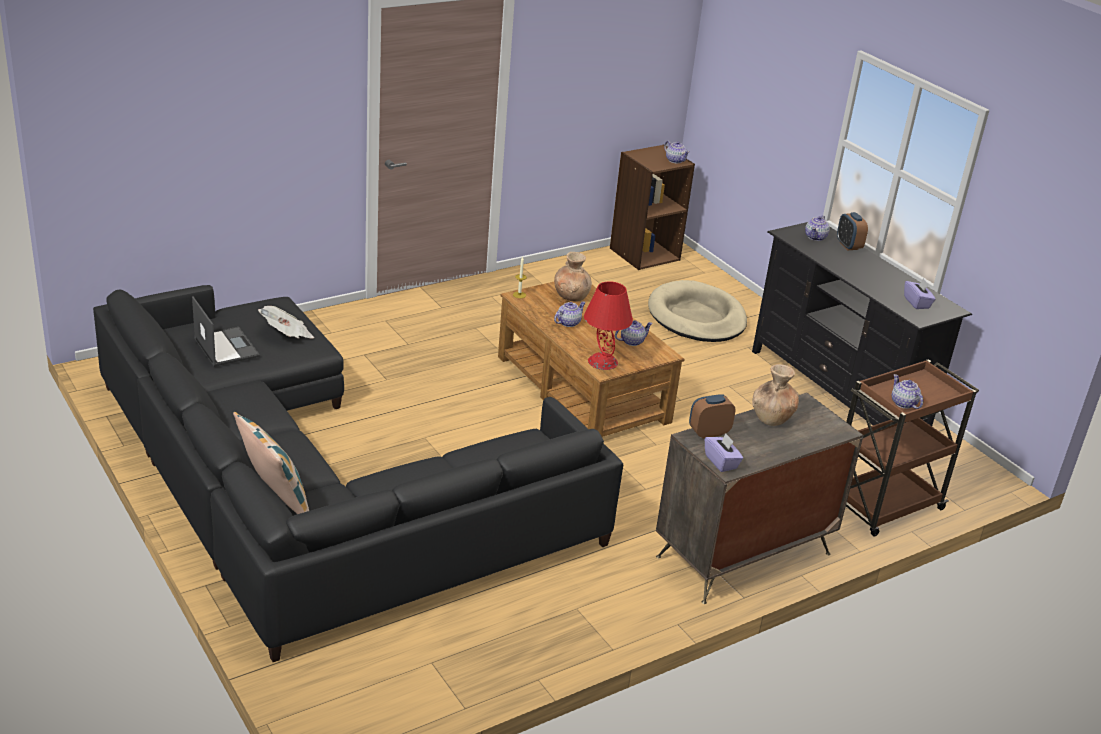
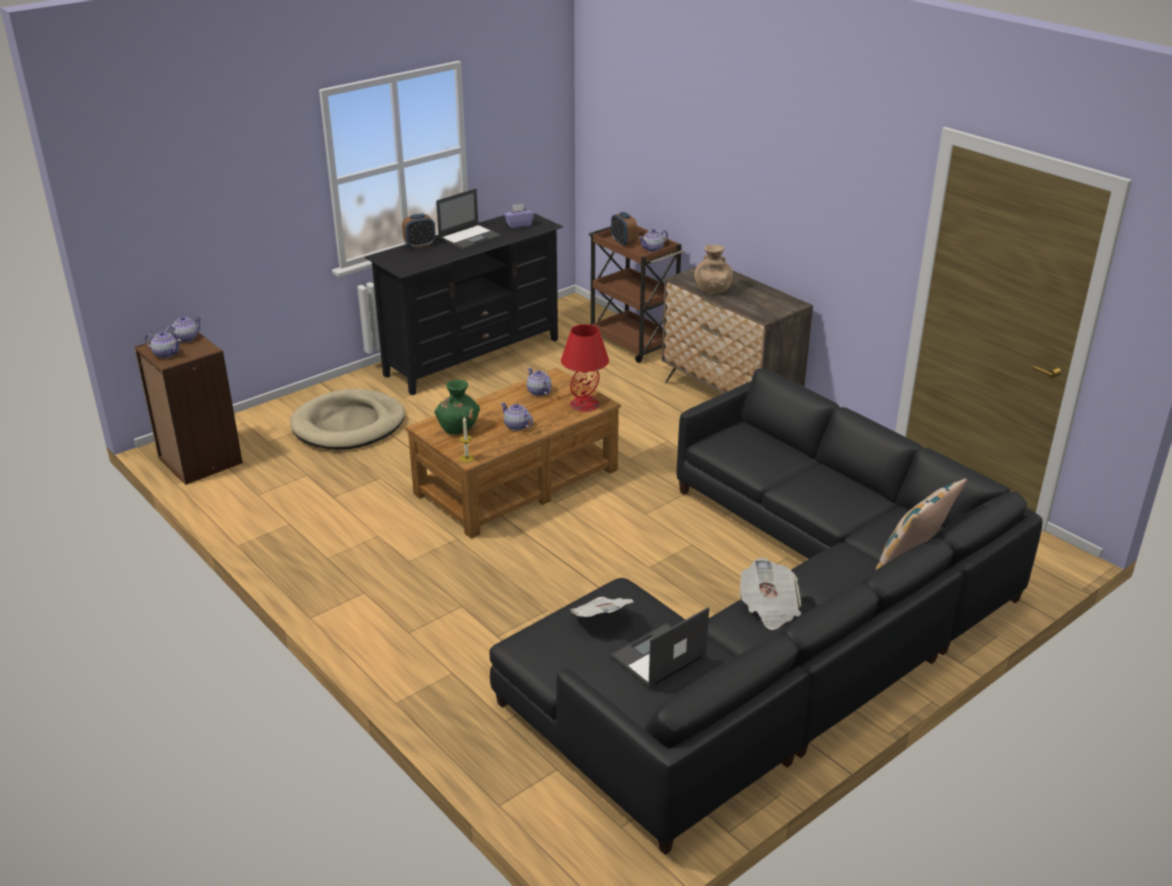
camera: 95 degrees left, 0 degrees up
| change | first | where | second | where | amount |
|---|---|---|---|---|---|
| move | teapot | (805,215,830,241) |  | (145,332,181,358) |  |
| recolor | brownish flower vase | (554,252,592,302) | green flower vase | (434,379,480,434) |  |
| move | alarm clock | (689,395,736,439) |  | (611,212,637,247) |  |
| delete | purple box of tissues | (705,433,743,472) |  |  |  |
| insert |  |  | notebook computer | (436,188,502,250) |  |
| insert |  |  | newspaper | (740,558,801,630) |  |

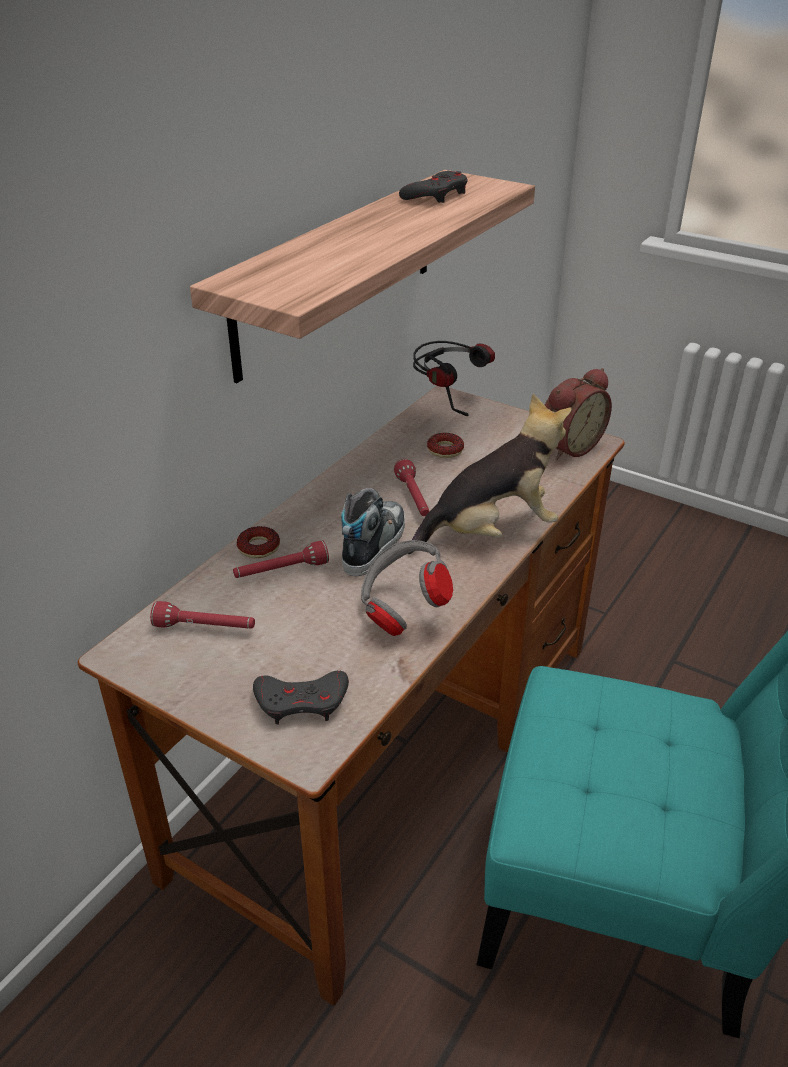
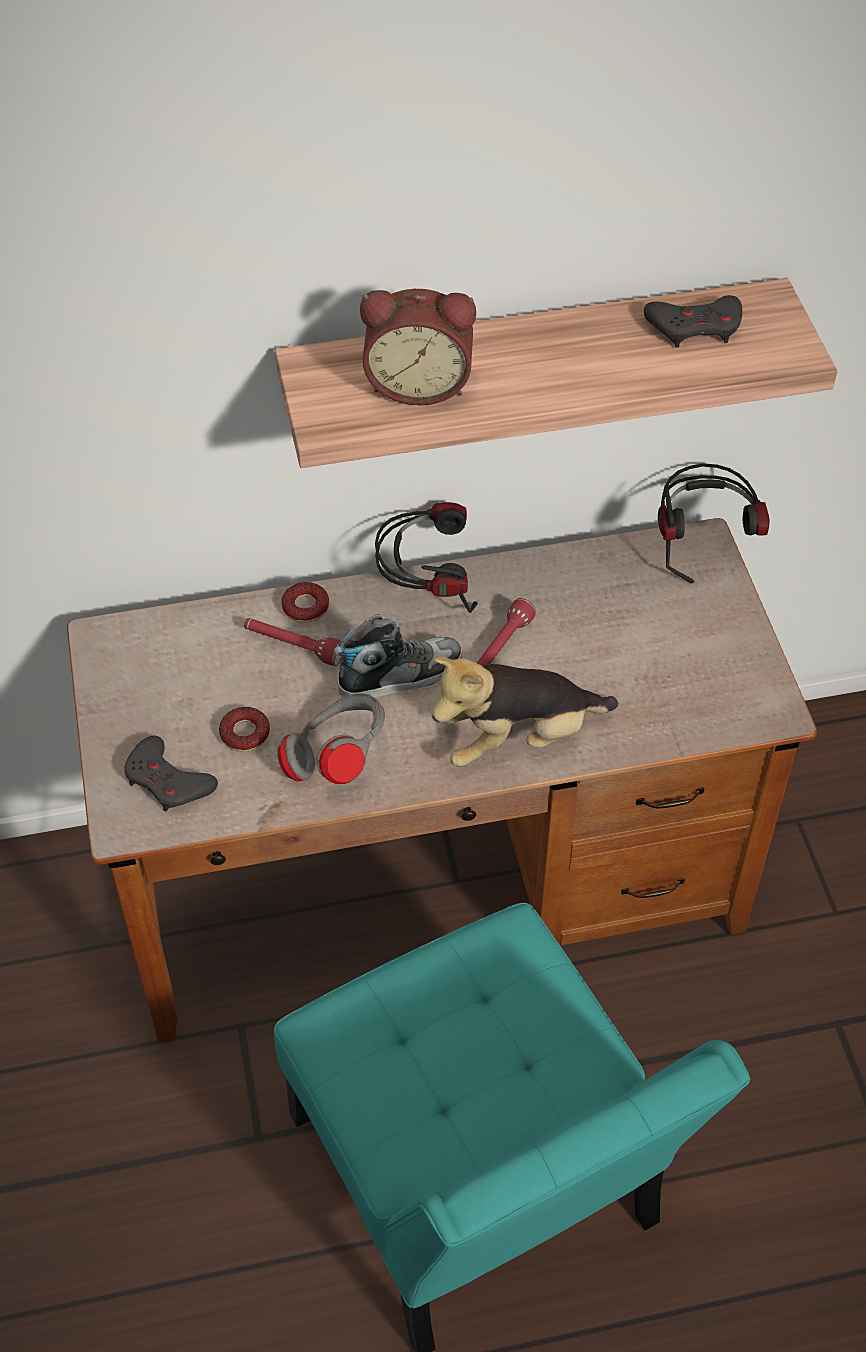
camera: 45 degrees right, 15 degrees up
| change | first | where | second | where | amount |
|---|---|---|---|---|---|
| move | alarm clock | (545,368,612,461) |  | (360,289,476,405) |  |
| rotate | plush toy | (408,394,572,554) |  | (432,656,618,767) | 135 degrees clockwise |
| move | donut | (427,433,464,458) |  | (219,707,270,752) |  |
| delete | red torch | (150,601,255,629) |  |  |  |
| insert |  |  | headphones | (375,502,478,613) |  |

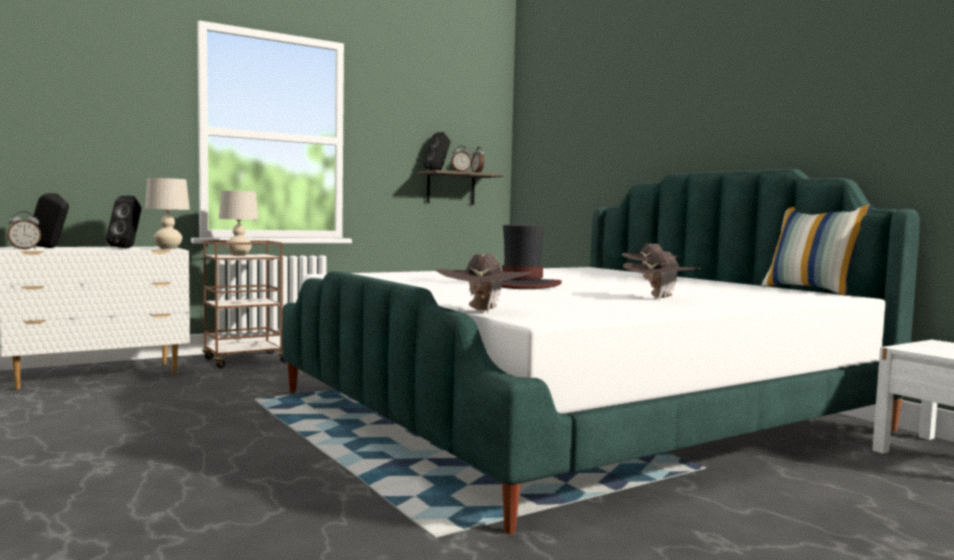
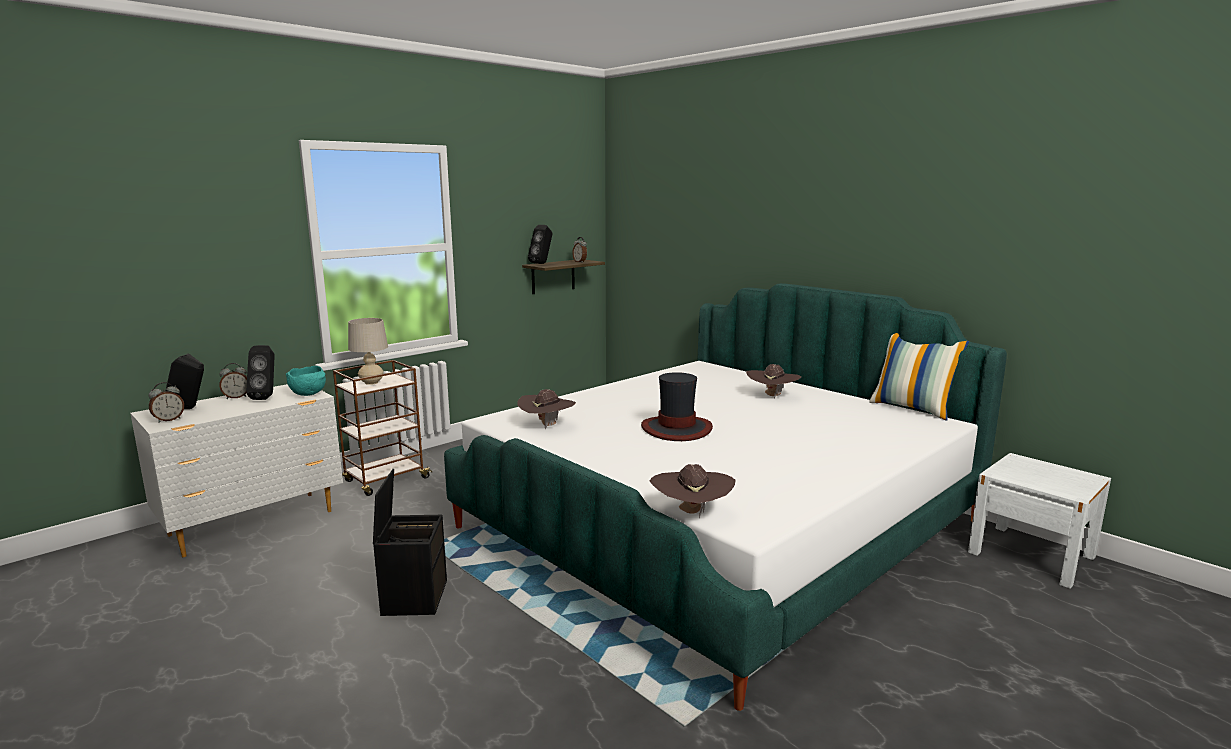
camera: 10 degrees left, 10 degrees up
| change | first | where | second | where | amount |
|---|---|---|---|---|---|
| move | alarm clock | (451,146,471,172) |  | (219,363,247,399) |  |
| replace | sand-coloured tabletop lamp | (145,178,190,249) | turquoise-coloured serving bowl | (286,366,326,396) |  |
| move | brownish wearable hat | (623,251,701,300) |  | (517,389,576,429) |  |
| insert |  |  | black storage container | (373,469,447,616) |  |

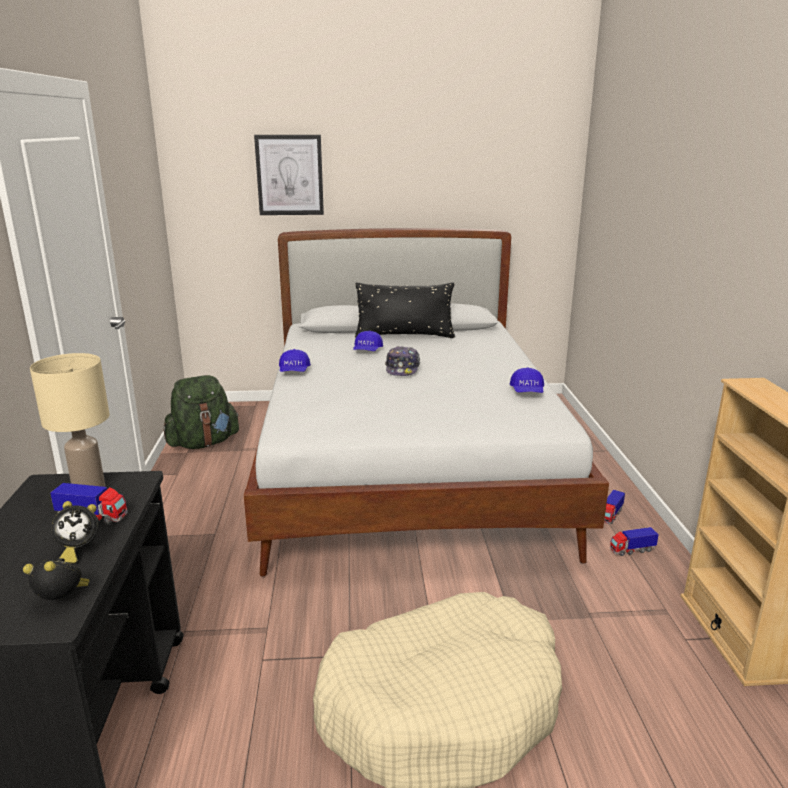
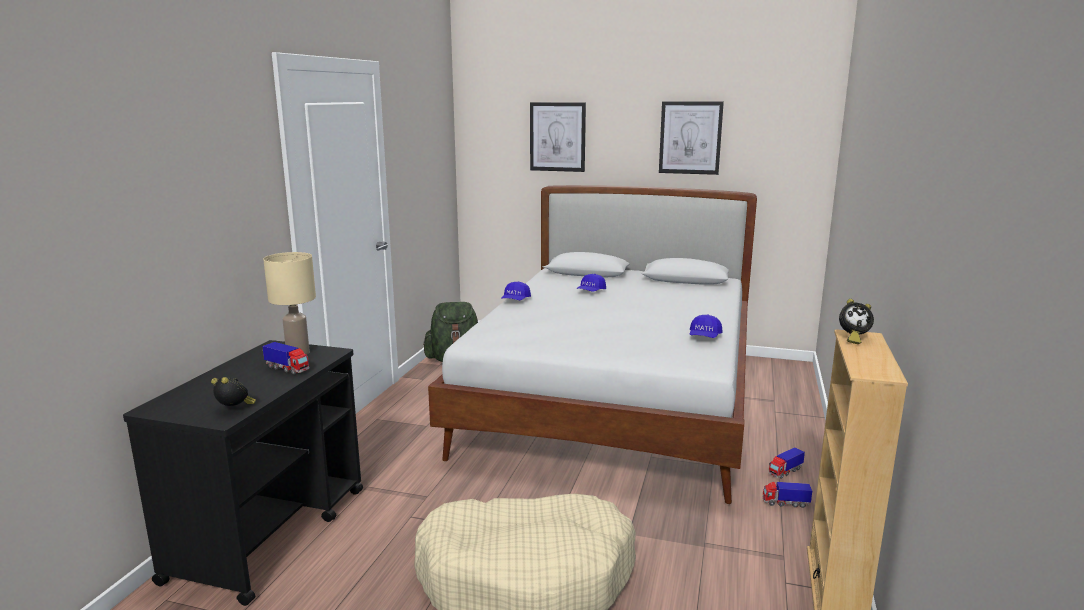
camera: 20 degrees right, 5 degrees down
| change | first | where | second | where | amount |
|---|---|---|---|---|---|
| delete | black throw pillow | (355,283,455,338) |  |  |  |
| delete | baseball cap | (385,346,420,376) |  |  |  |
| move | alarm clock | (51,501,99,564) |  | (839,299,874,344) |  |
| insert |  |  | picture | (659,101,724,175) |  |

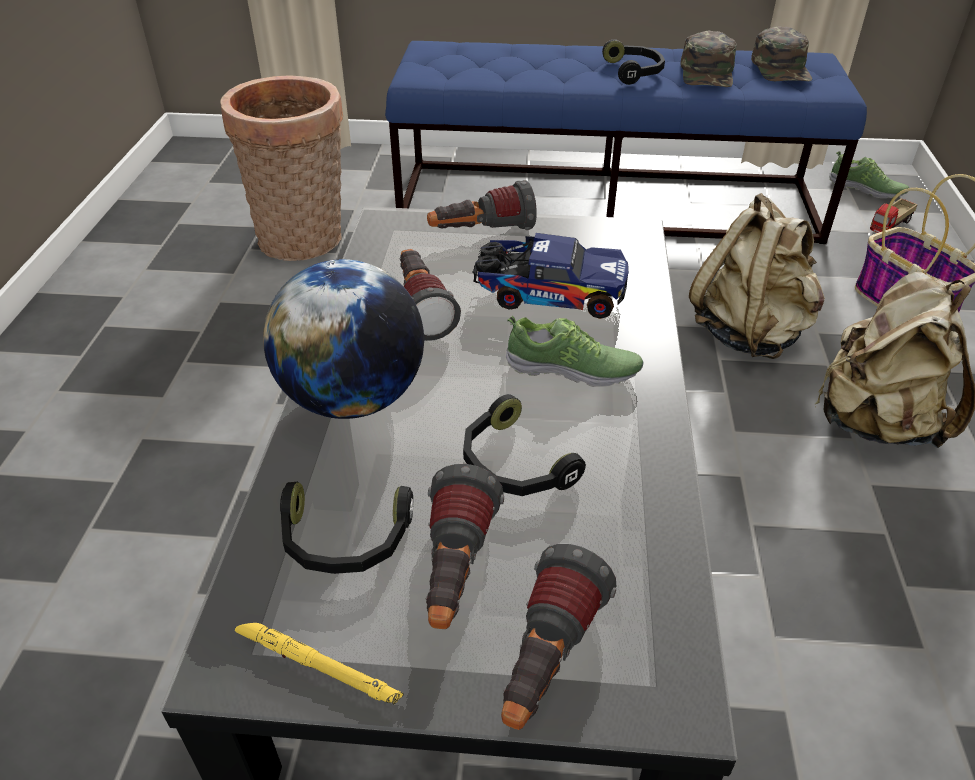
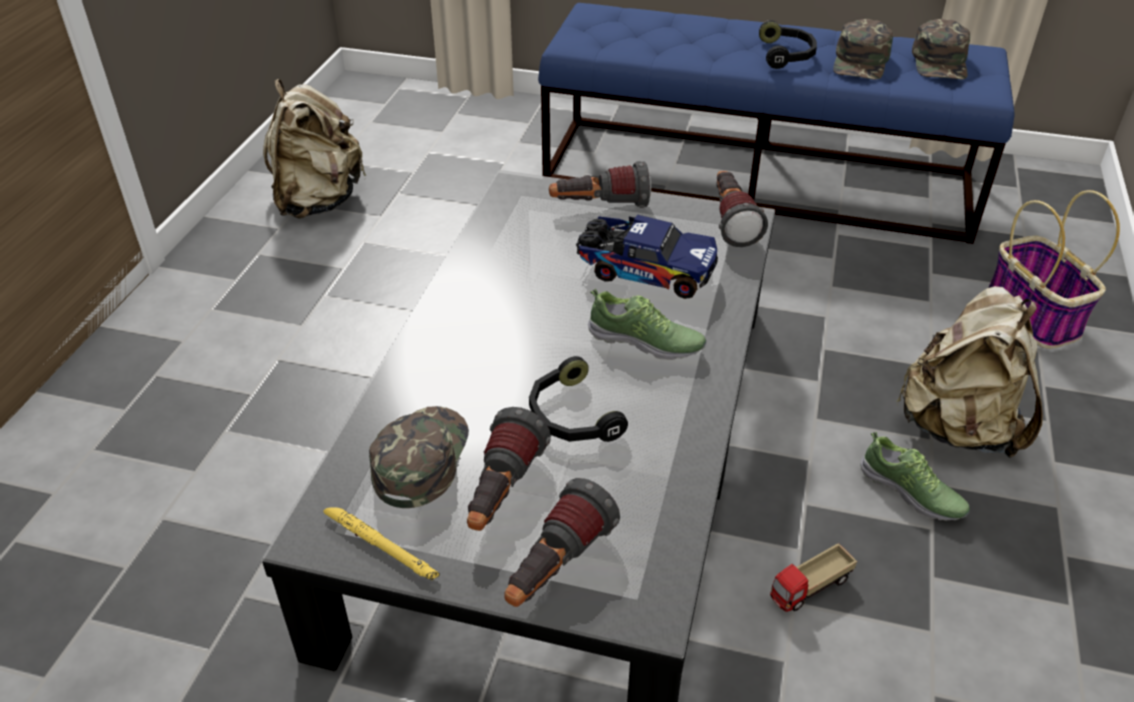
camera: 10 degrees right, 0 degrees up
| change | first | where | second | where | amount |
|---|---|---|---|---|---|
| delete | household basket | (220,75,343,261) |  |  |  |
| move | shoe | (829,151,909,198) |  | (861,432,970,521) |  |
| move | sand-coloured knapsack | (689,193,825,359) |  | (263,79,367,219) |  |
| move | toy lorry | (870,198,918,233) |  | (770,543,857,612) |  |
| move | torch | (400,249,461,341) |  | (716,171,768,247) |  |
| delete | world globe | (263,259,424,419) |  |  |  |
| replace | black headphones | (280,482,413,574) | green baseball cap | (369,406,469,508) |  |

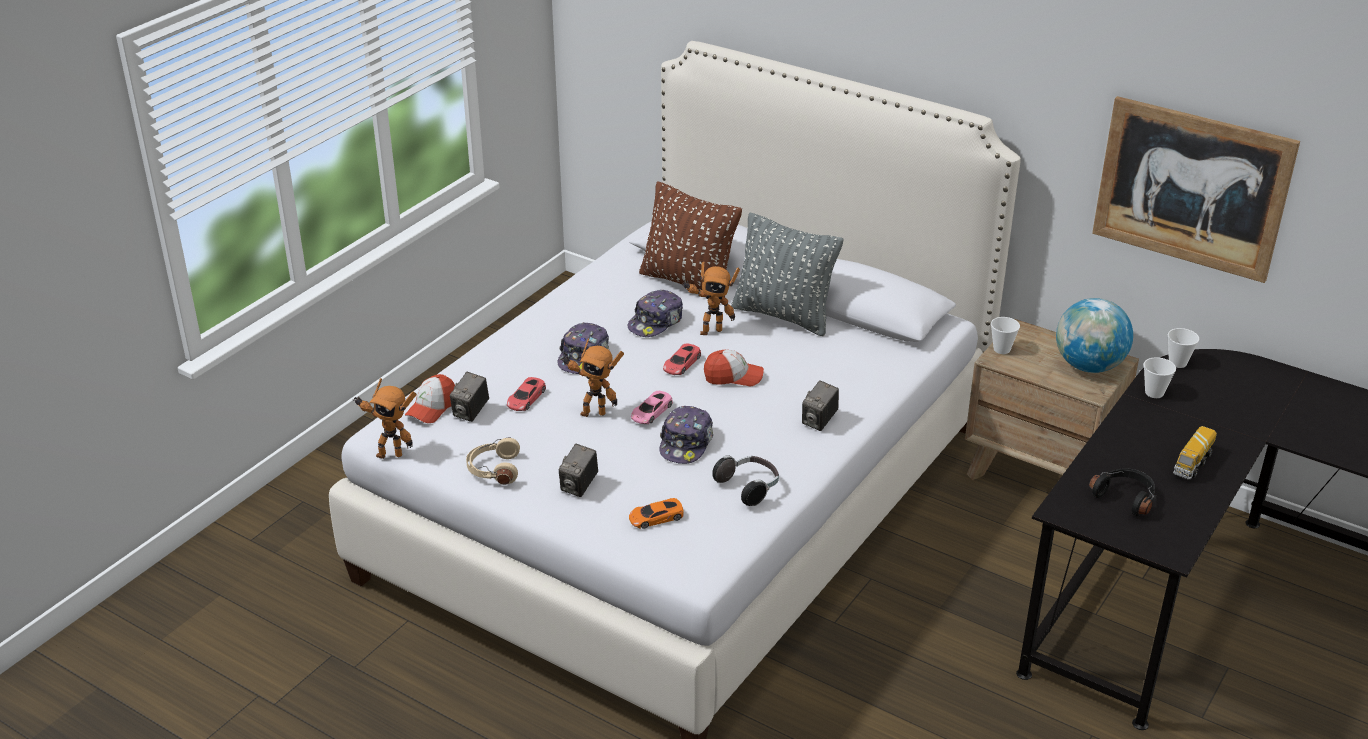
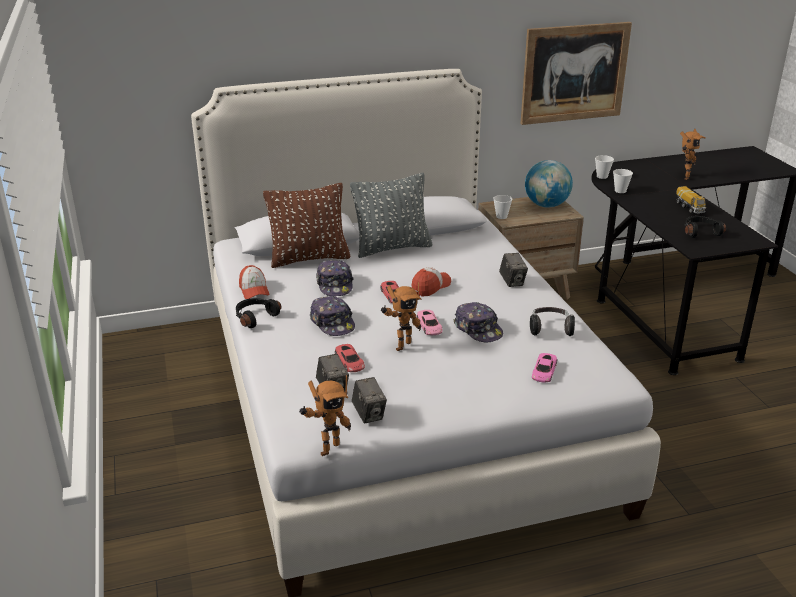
camera: 50 degrees left, 5 degrees down
| change | first | where | second | where | amount |
|---|---|---|---|---|---|
| move | toy robot | (682,261,740,335) |  | (680,129,705,180) |  |
| move | baseball cap | (405,374,455,423) |  | (239,265,270,299) |  |
| delete | sand-coloured headphones | (466,438,520,485) |  |  |  |
| move | photo camera | (559,444,598,497) |  | (352,377,387,424) |  |
| recolor | orange toy car | (629,498,684,529) | pink-coloured toy car | (532,353,557,383) |  |
| insert |  |  | black headphones | (236,298,281,328) |  |

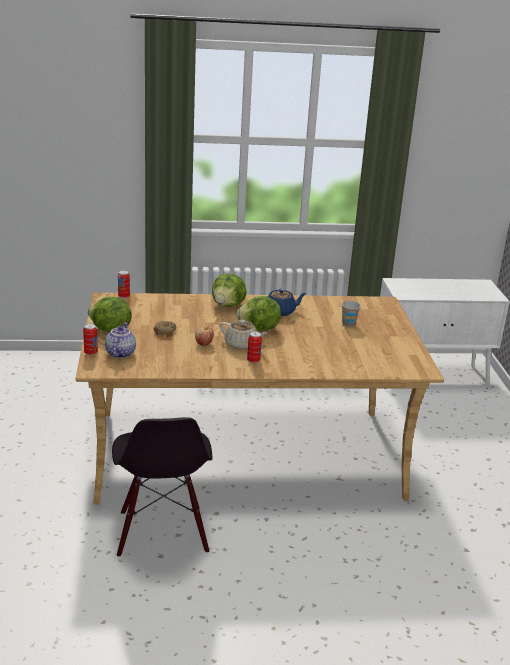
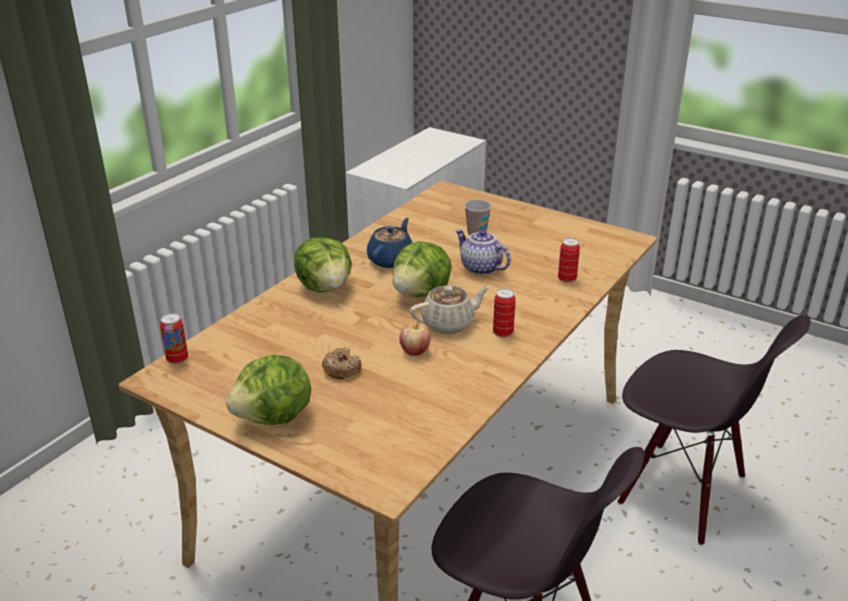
camera: 50 degrees left, 5 degrees up
| change | first | where | second | where | amount |
|---|---|---|---|---|---|
| move | sealed can | (83,323,98,356) |  | (558,238,580,283) |  |
| move | teapot | (105,323,136,358) |  | (455,229,511,275) |  |
| insert |  |  | black chair | (618,315,810,546) |  |

